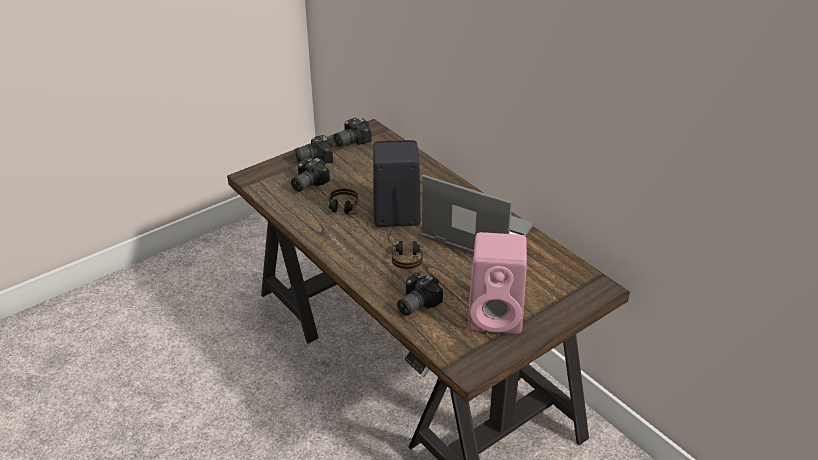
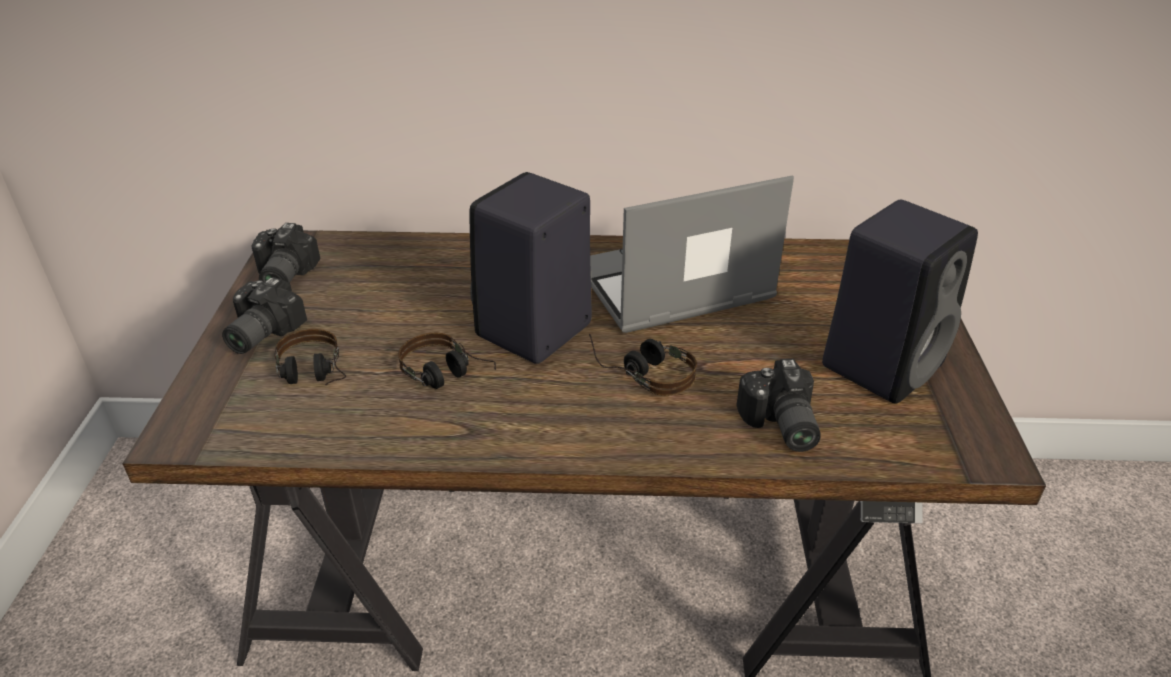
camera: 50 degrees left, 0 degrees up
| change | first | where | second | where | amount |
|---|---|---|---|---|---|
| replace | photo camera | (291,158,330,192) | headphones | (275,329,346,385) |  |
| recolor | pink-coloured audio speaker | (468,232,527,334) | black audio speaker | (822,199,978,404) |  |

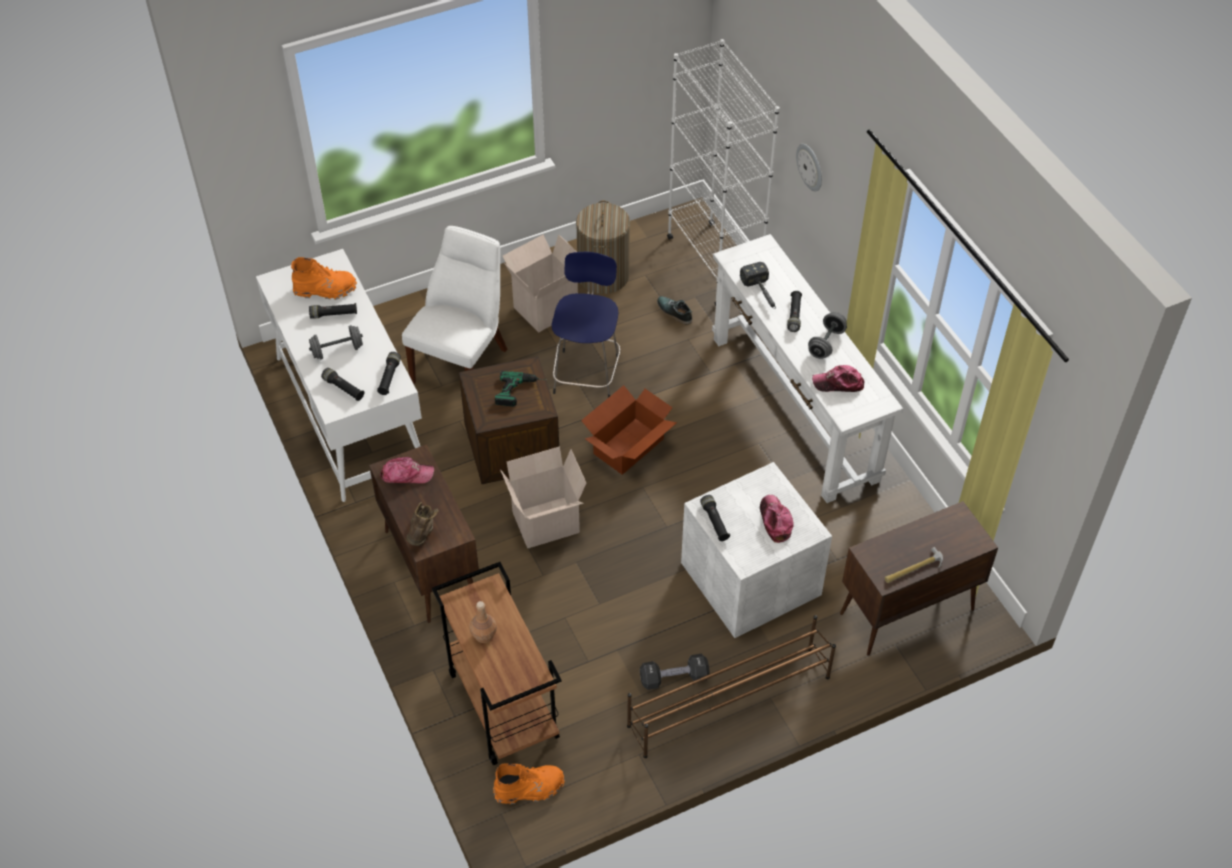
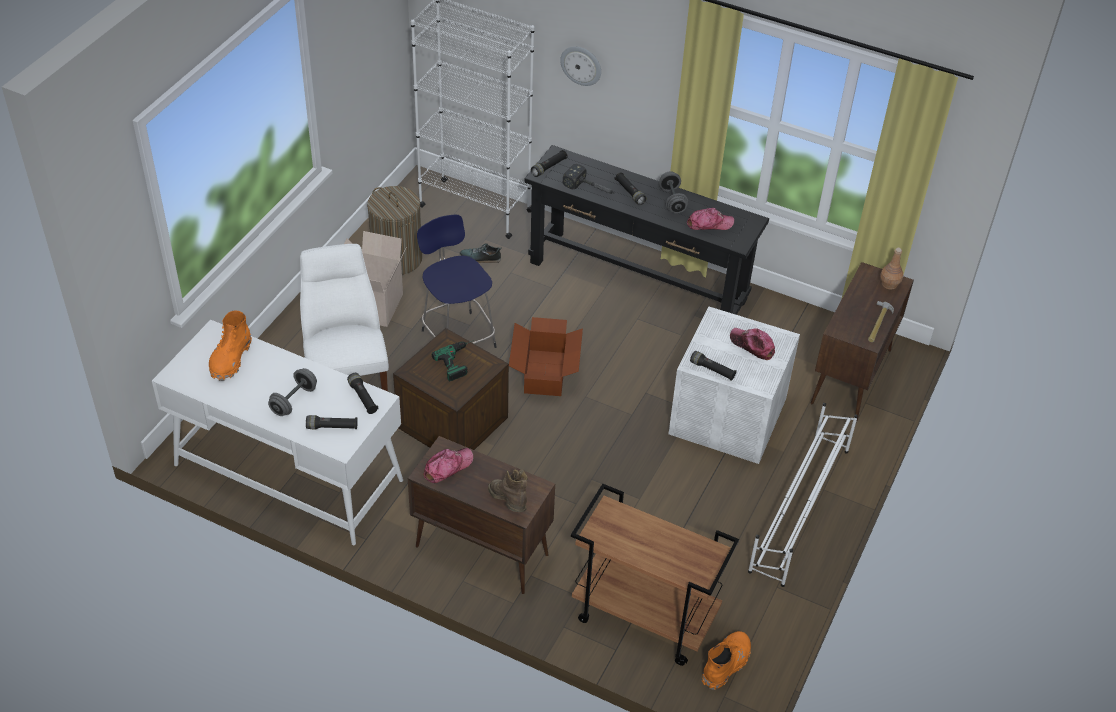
camera: 40 degrees left, 5 degrees down
| change | first | where | second | where | amount |
|---|---|---|---|---|---|
| recolor | white console table | (712,234,903,503) | black console table | (524,145,769,315) |  |
| rotate | orange boot | (291,257,357,300) |  | (209,311,252,381) | 150 degrees clockwise |
| move | black torch | (309,303,357,319) |  | (531,150,568,177) |  |
| rotate | baseball cap | (812,365,864,392) |  | (687,208,734,230) | 150 degrees counterclockwise |
| delete | packing box | (500,446,586,548) |  |  |  |
| move | brownish bottle | (470,601,497,643) |  | (880,248,903,289) |  |
| recolor | brownish shoe shelf | (627,615,836,758) | white shoe shelf | (748,403,858,587) |  |
| delete | black free weight | (640,654,710,690) |  |  |  |

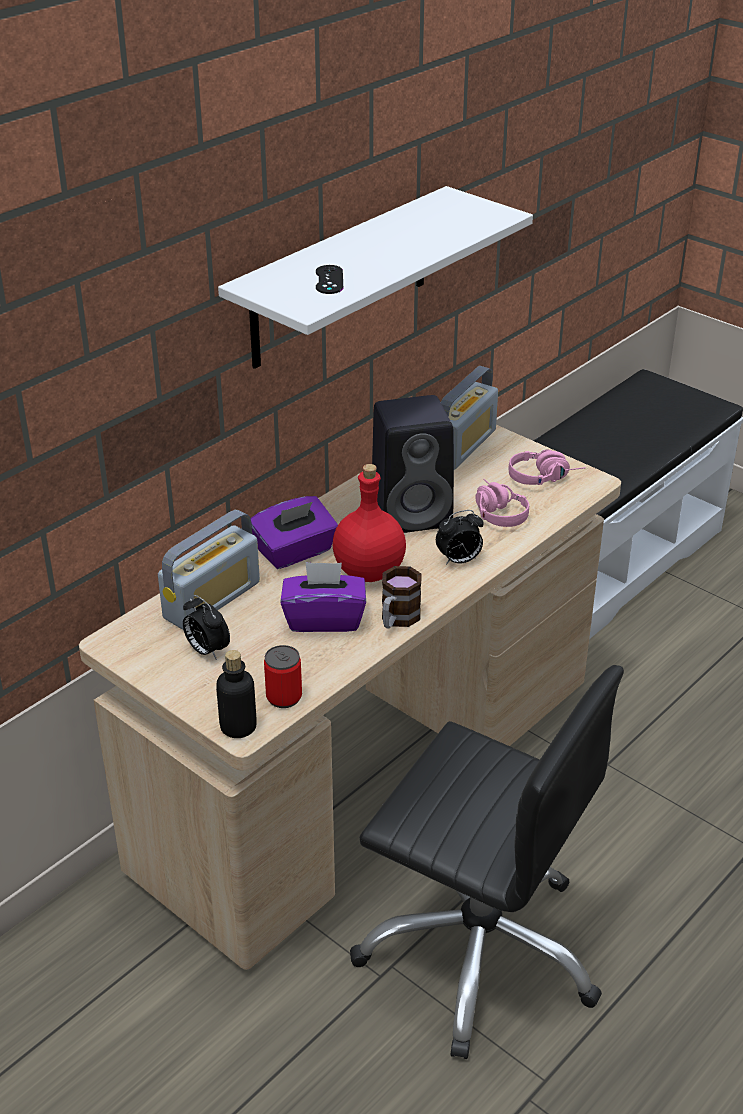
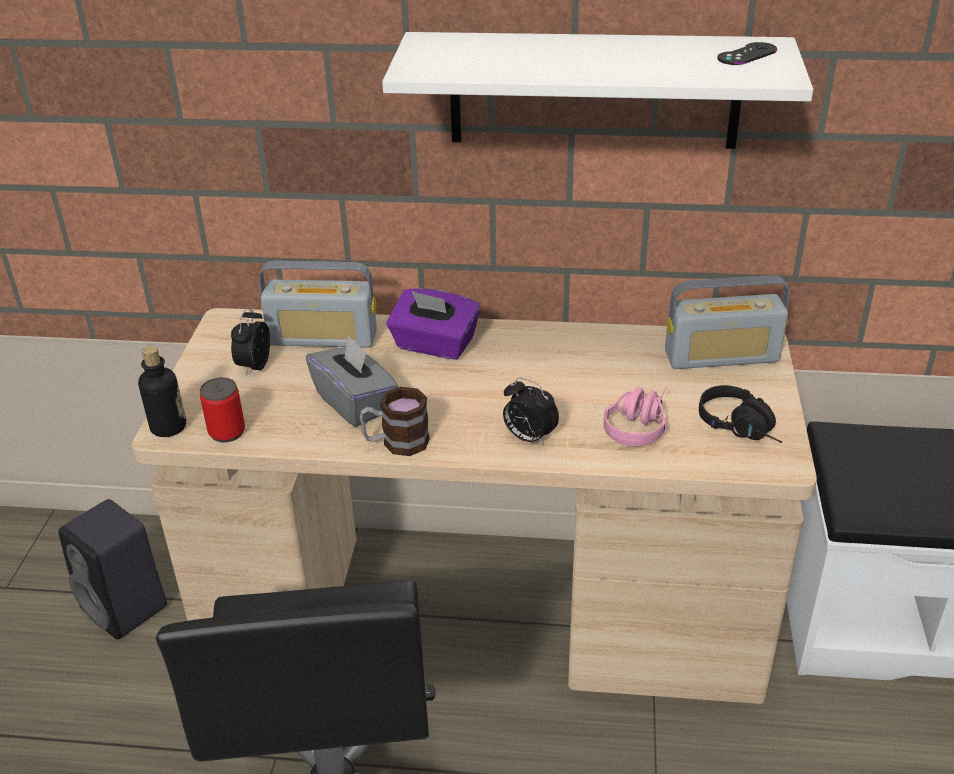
camera: 55 degrees right, 0 degrees up
| change | first | where | second | where | amount |
|---|---|---|---|---|---|
| move | black gamepad | (316,265,344,294) |  | (717,42,777,65) |  |
| move | black audio speaker | (372,395,454,533) |  | (58,499,167,640) |  |
| recolor | pink-coloured headphones | (509,449,586,485) | black headphones | (699,385,782,443) |  |
| delete | red bottle | (332,464,406,582) |  |  |  |
| recolor | purple box of tissues | (280,562,366,632) | greyish box of tissues | (306,335,398,427) |  |

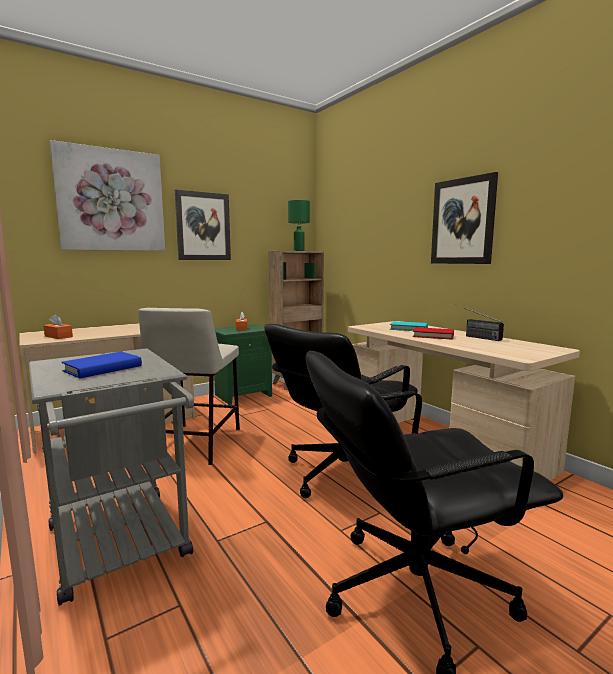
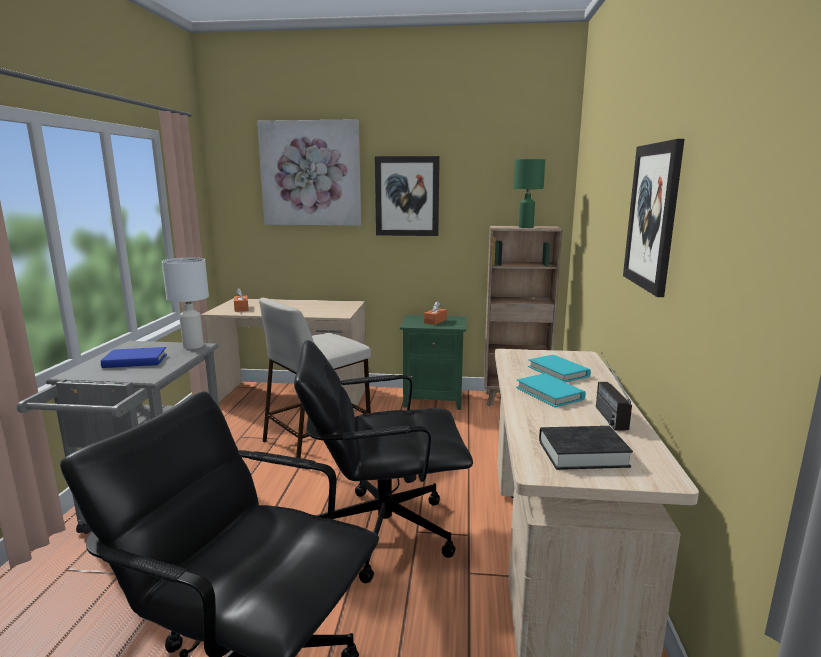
camera: 40 degrees right, 5 degrees up
| change | first | where | second | where | amount |
|---|---|---|---|---|---|
| recolor | red bound book | (413,327,454,340) | turquoise-coloured bound book | (516,374,586,407) |  |
| insert |  |  | white tabletop lamp | (162,258,209,349) |  |
| insert |  |  | black bound book | (539,426,633,470) |  |

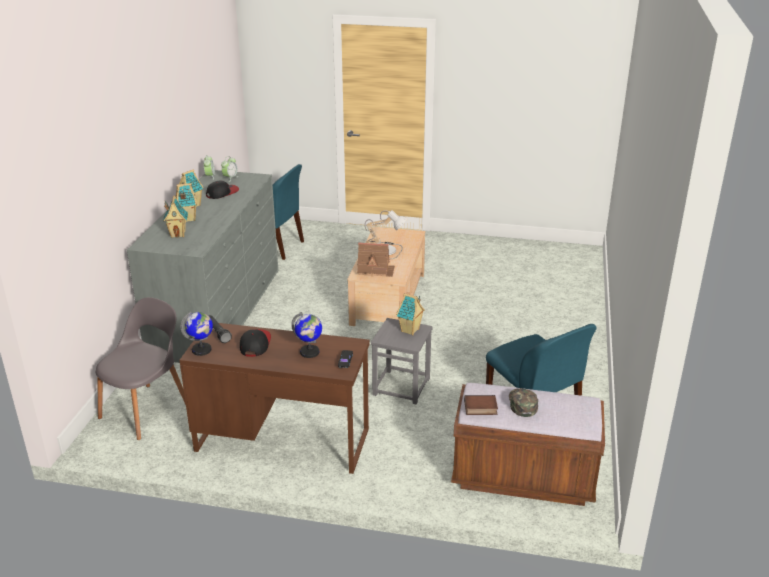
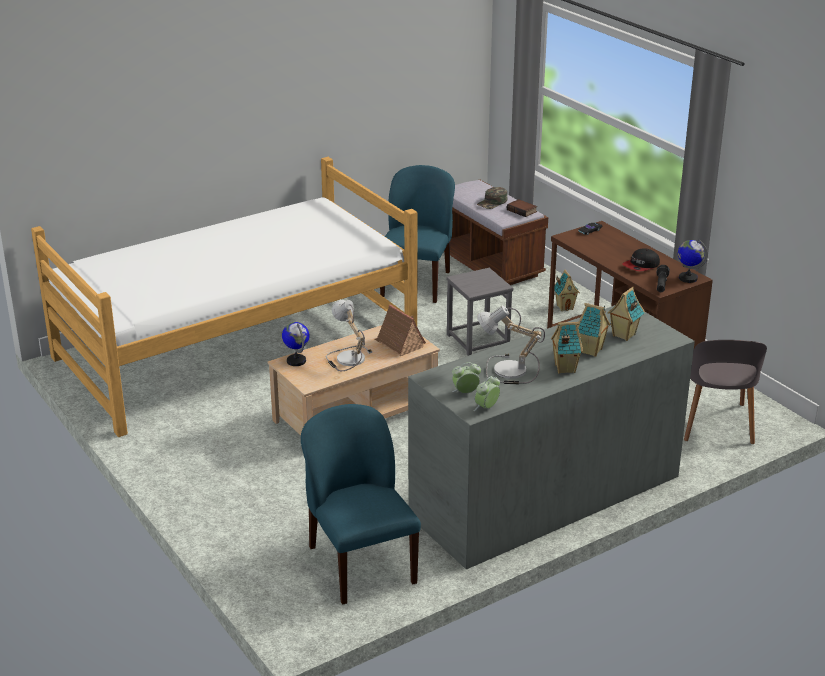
camera: 135 degrees left, 0 degrees up
| change | first | where | second | where | amount |
|---|---|---|---|---|---|
| replace | baseball cap | (206,180,239,199) | tabletop lamp | (477,305,545,384) |  |
| move | miniature house | (396,293,425,335) |  | (554,270,580,311) |  |
| rotate | greyish chair | (96,297,186,440) |  | (684,340,767,444) | 75 degrees counterclockwise |
| move | world globe | (291,312,322,358) |  | (282,322,309,366) |  |
| insert |  |  | bedroom bed | (31,157,418,437) |  |

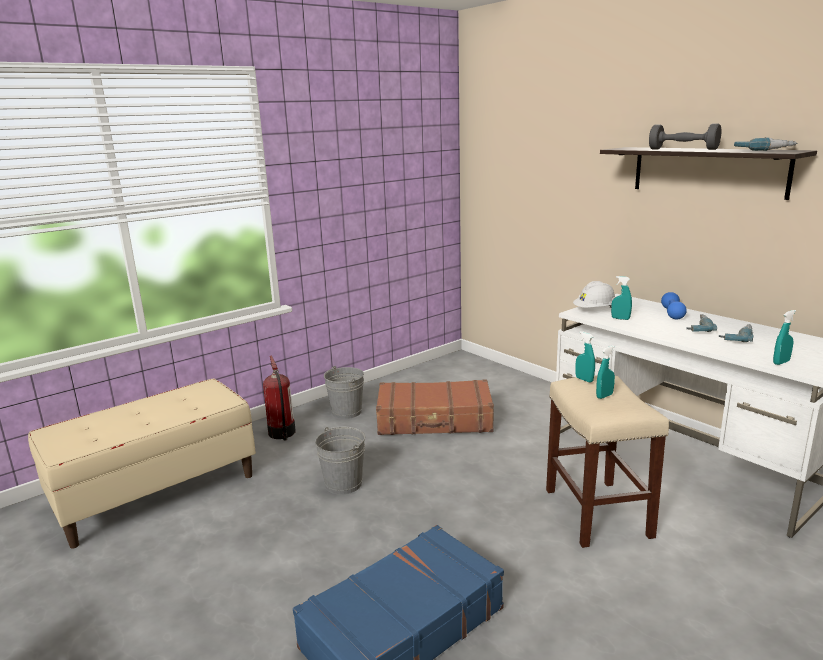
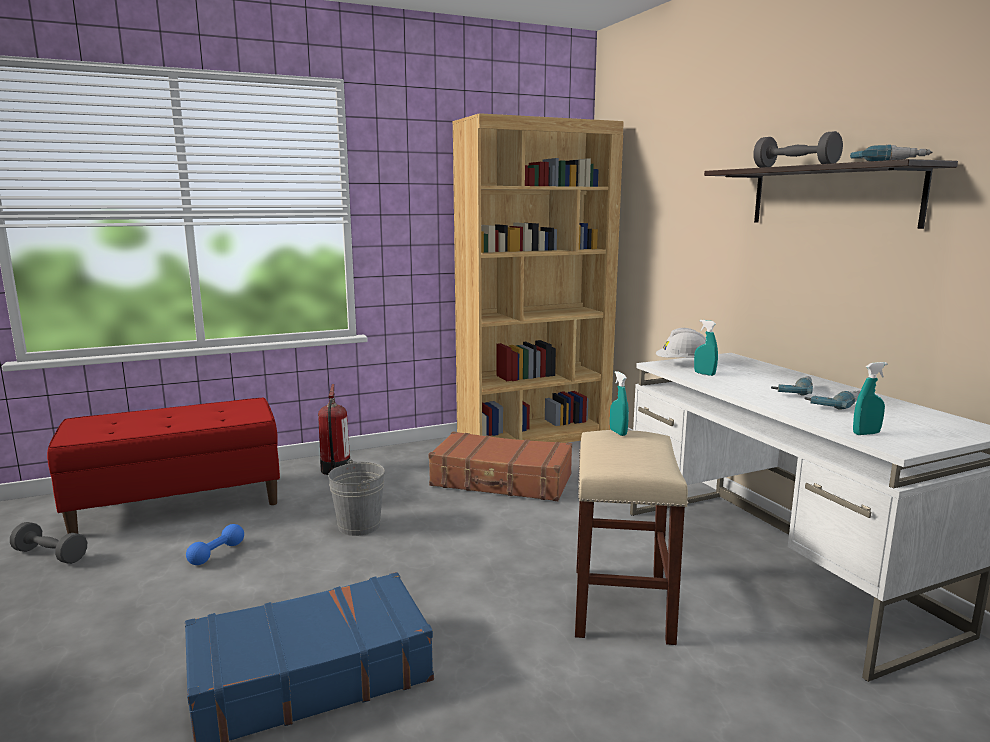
camera: 15 degrees right, 5 degrees down
| change | first | where | second | where | amount |
|---|---|---|---|---|---|
| move | bluish free weight | (661,292,687,320) |  | (186,524,244,565) |  |
| delete | turquoise-coloured sprayer | (596,346,615,399) |  |  |  |
| delete | greyish water bucket | (324,366,364,419) |  |  |  |
| recolor | sand-coloured bench | (28,379,256,549) | red bench | (47,398,280,534) |  |
| insert |  |  | brownish bookshelf | (453,113,624,443) |  |
| insert |  |  | greyish free weight | (10,522,87,564) |  |

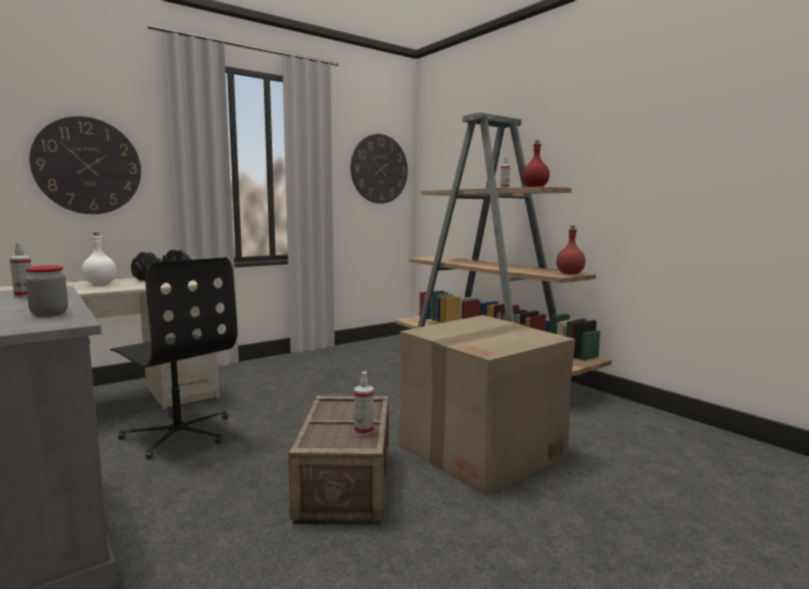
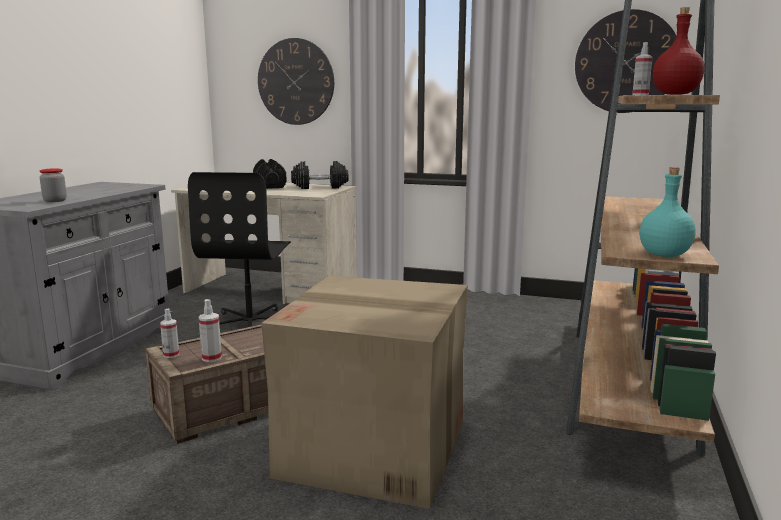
camera: 55 degrees right, 5 degrees up
| change | first | where | second | where | amount |
|---|---|---|---|---|---|
| recolor | red bottle | (556,225,585,274) | turquoise-coloured bottle | (640,167,696,257) |  |
| replace | white bottle | (82,232,117,284) | black free weight | (253,159,287,189) |  |
| move | sprayer | (10,243,32,298) |  | (160,308,179,358) |  |

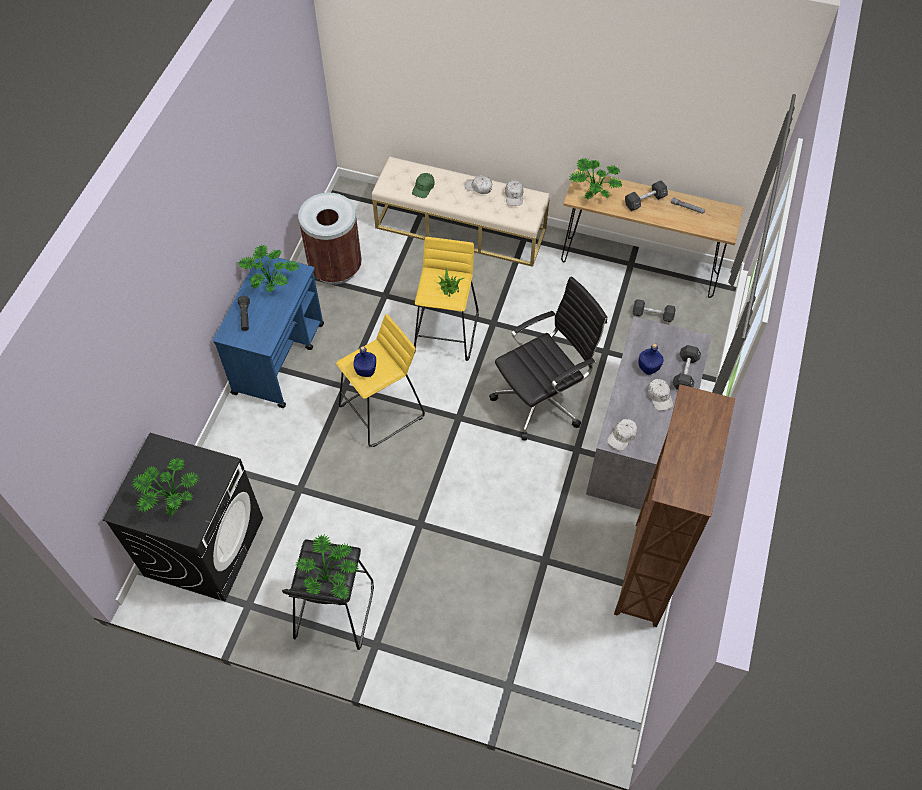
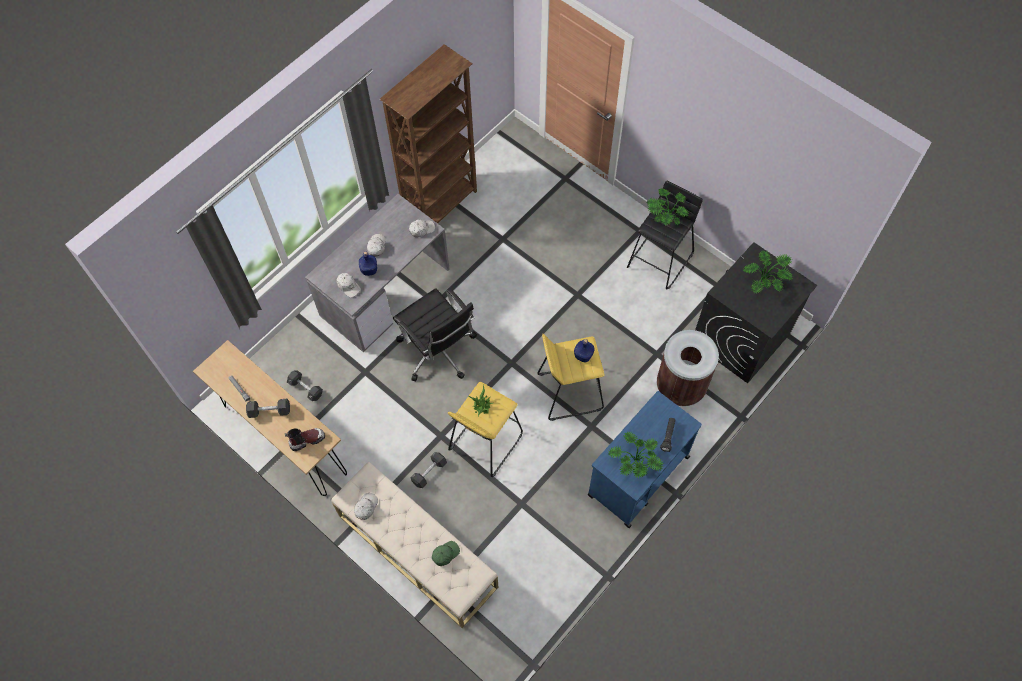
camera: 155 degrees left, 5 degrees up
| change | first | where | second | where | amount |
|---|---|---|---|---|---|
| replace | houseplant | (569,157,623,199) | boot | (285,428,325,451) |  |
| move | white baseball cap | (465,175,493,194) |  | (336,273,361,298) |  |
| move | brownish waste bin | (298,192,362,285) |  | (657,330,719,406) |  |
| rotate | black computer chair | (489,276,607,440) |  | (393,288,477,382) | 120 degrees counterclockwise |
| move | black free weight | (673,345,701,390) |  | (410,452,447,488) |  |

